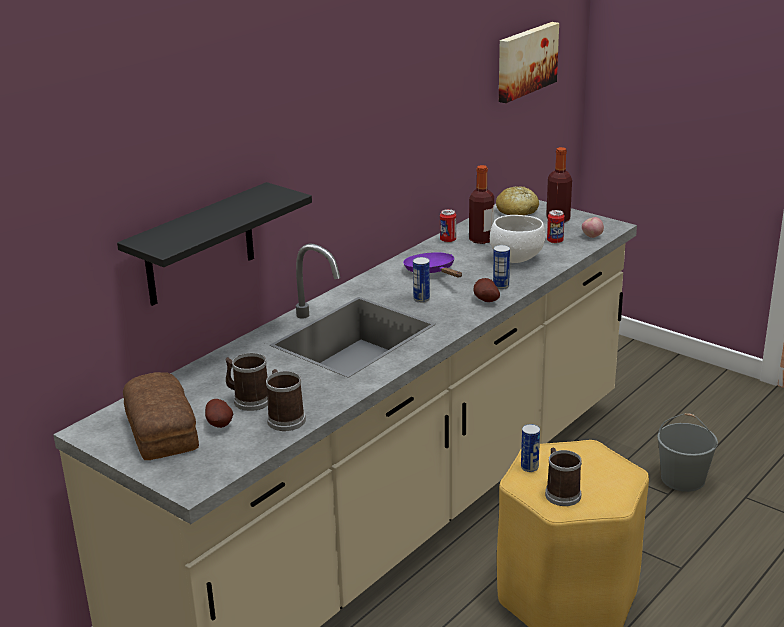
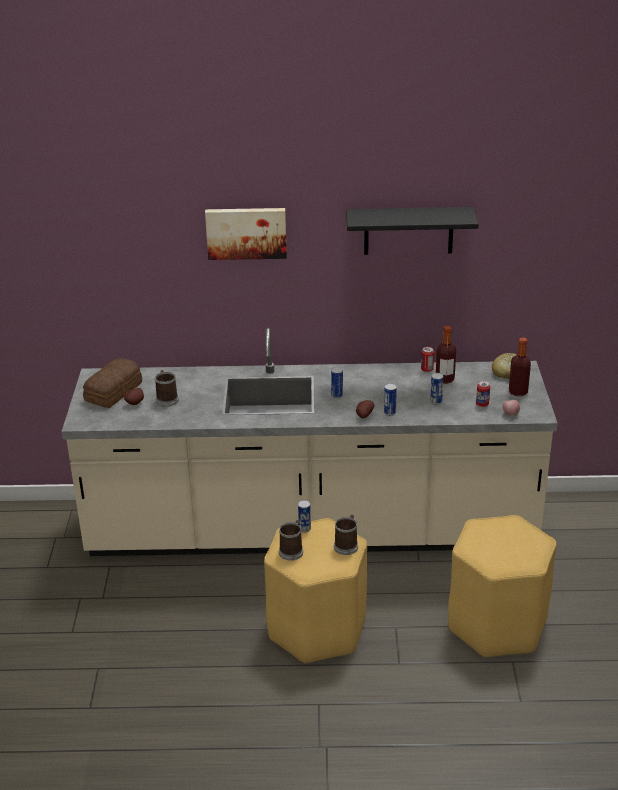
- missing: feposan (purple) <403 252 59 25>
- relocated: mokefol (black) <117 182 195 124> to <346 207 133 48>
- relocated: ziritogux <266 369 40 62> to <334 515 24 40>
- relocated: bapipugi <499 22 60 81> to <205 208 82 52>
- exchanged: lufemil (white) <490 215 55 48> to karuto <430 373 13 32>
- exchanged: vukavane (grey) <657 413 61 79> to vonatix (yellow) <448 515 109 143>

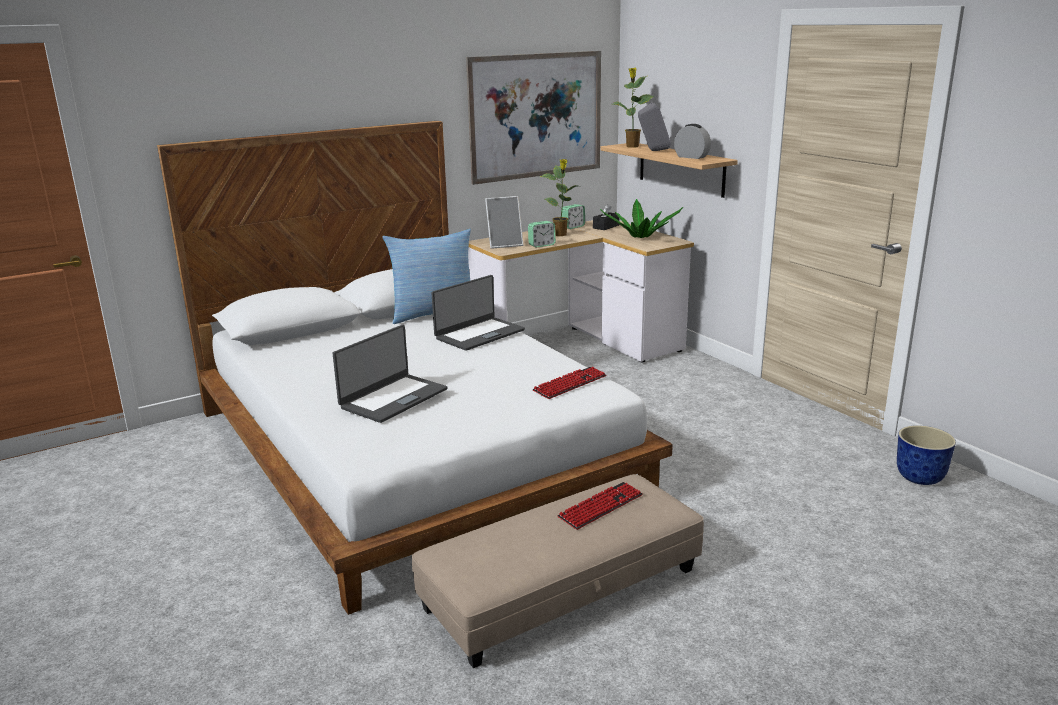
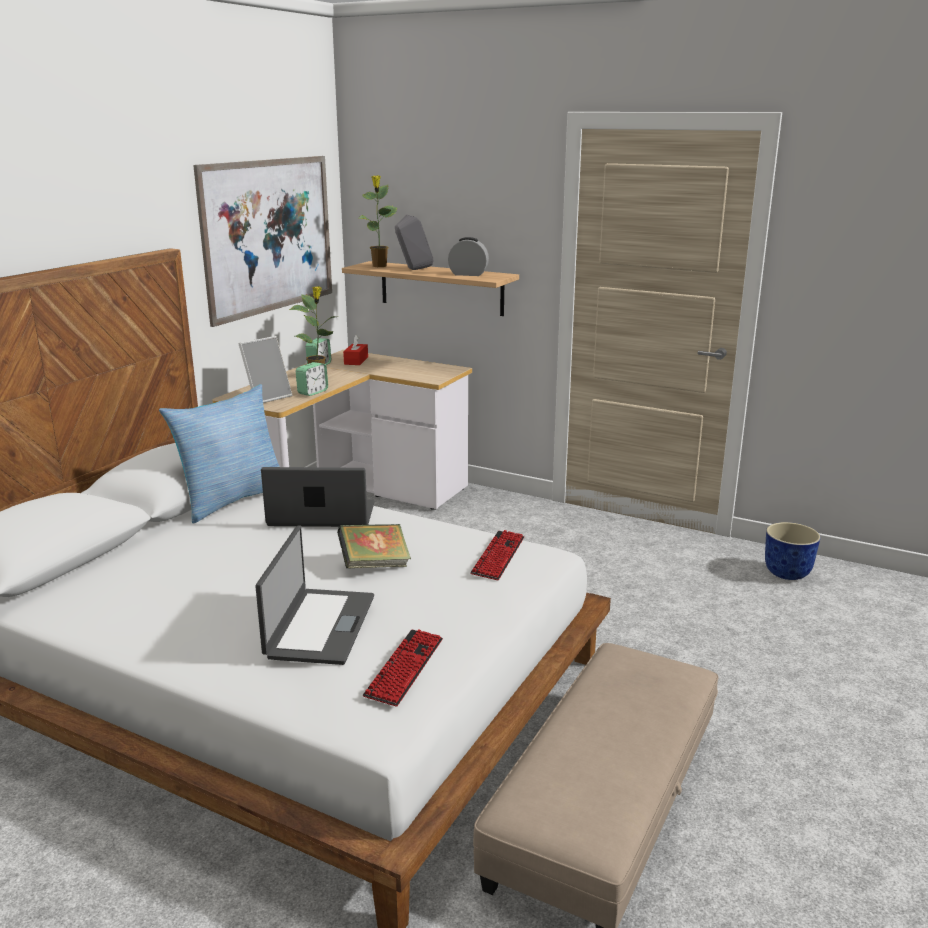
- missing: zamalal <600 199 83 39>
- appeared: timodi <337 524 74 44>
- relocated: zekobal <558 482 85 48> to <363 629 80 78>
- colour: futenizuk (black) <593 204 26 26> to futenizuk (red) <343 335 25 30>
- spun: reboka <431 275 94 76> = <261 467 113 60> 105 degrees counterclockwise

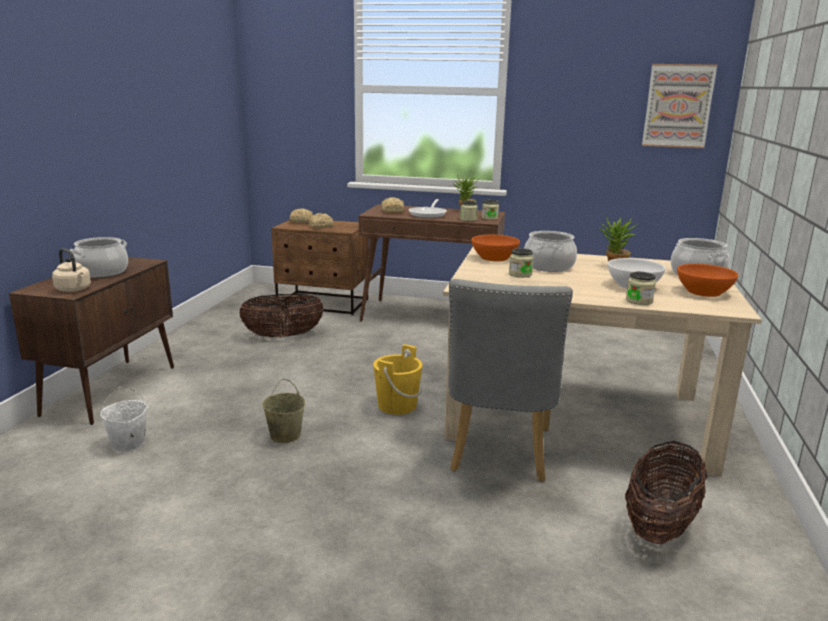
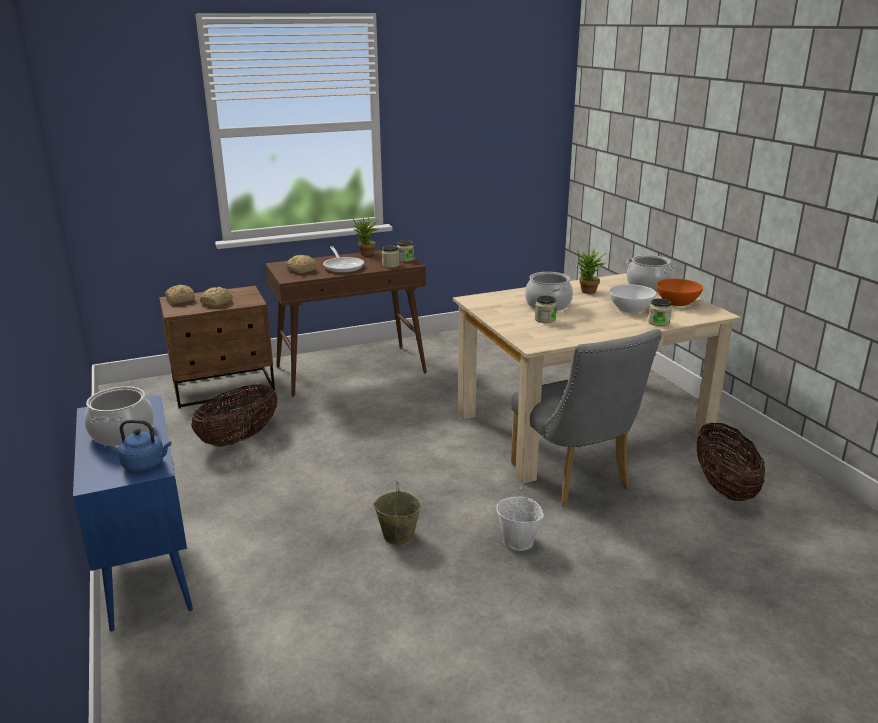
- missing: vukavane (yellow) <373 344 50 71>
- missing: lufemil (orange) <472 235 48 27>
- missing: bapipugi <642 64 75 84>
- relocated: vukavane (white) <100 386 48 66> to <497 486 47 65>
- colour: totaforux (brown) <9 257 165 168> to totaforux (blue) <73 395 120 237>
- colour: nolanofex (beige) <52 248 39 44> to nolanofex (blue) <118 420 53 51>

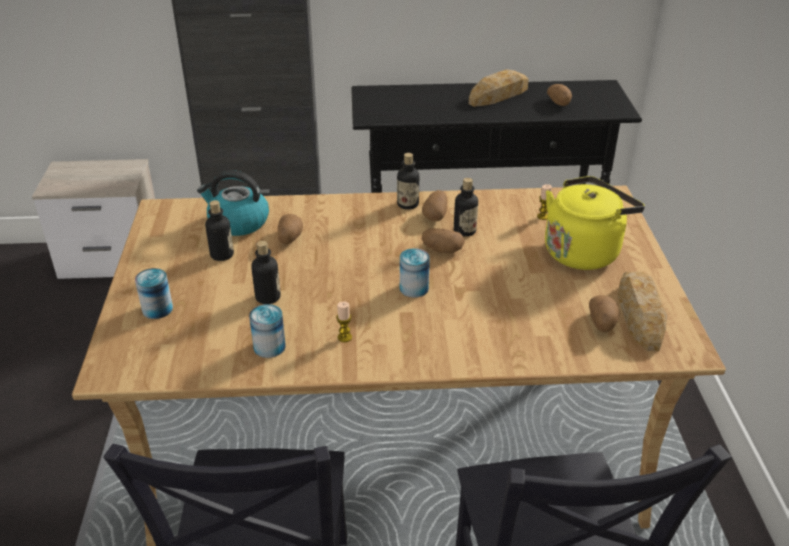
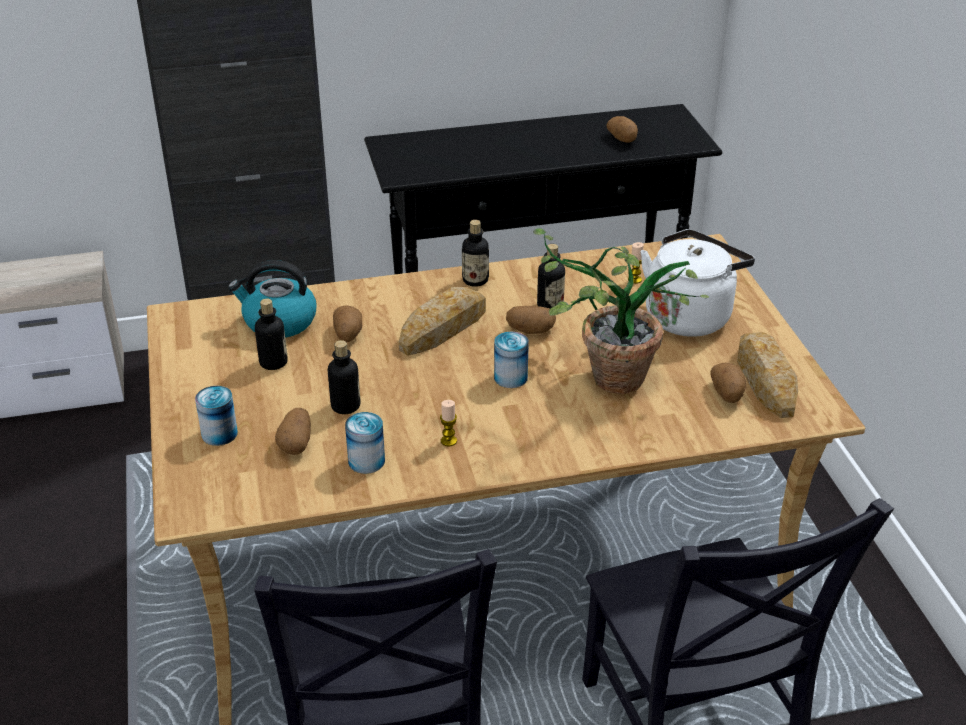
- appeared: zamalal <533 228 176 166>
- relocated: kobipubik <422 190 25 31> to <275 408 36 47>
- relocated: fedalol <469 69 60 38> to <399 287 87 69>
- colour: nolanofex (yellow) <545 176 100 94> to nolanofex (white) <640 229 115 108>

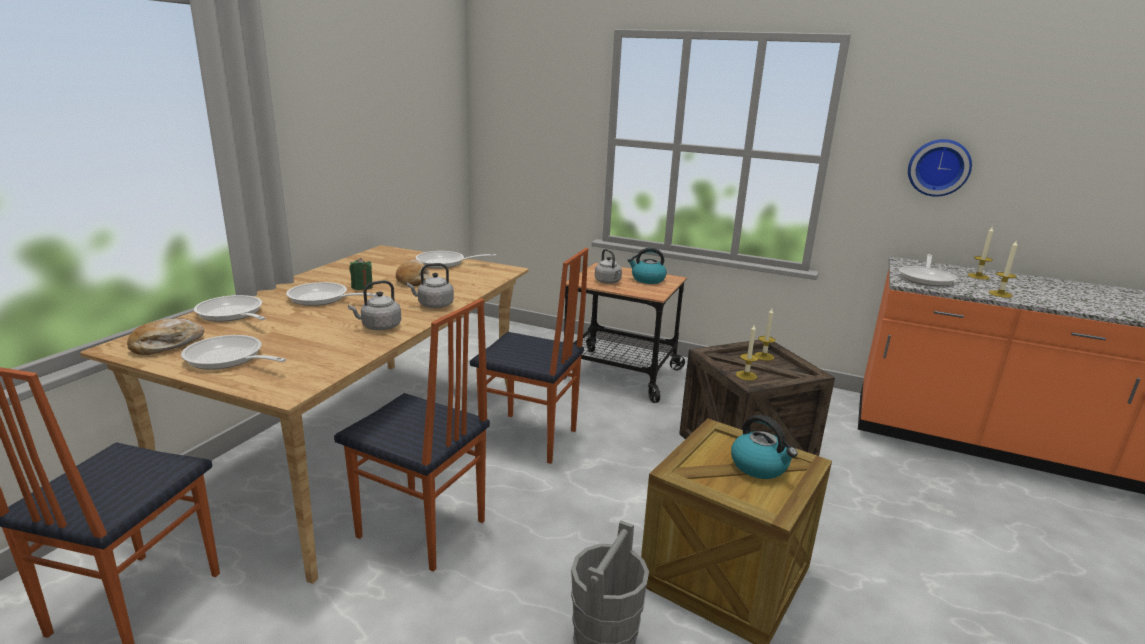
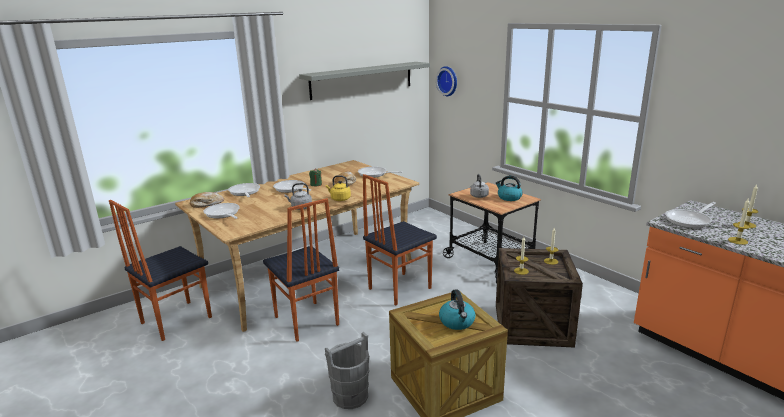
- appeared: mokefol (grey) <299 62 131 38>
- relocated: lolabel <908 139 64 58> to <436 66 21 30>
- colour: nolanofex (grey) <407 263 47 45> to nolanofex (yellow) <326 175 25 26>
- spun: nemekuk <470 248 118 216> = <363 174 74 131> 90 degrees clockwise

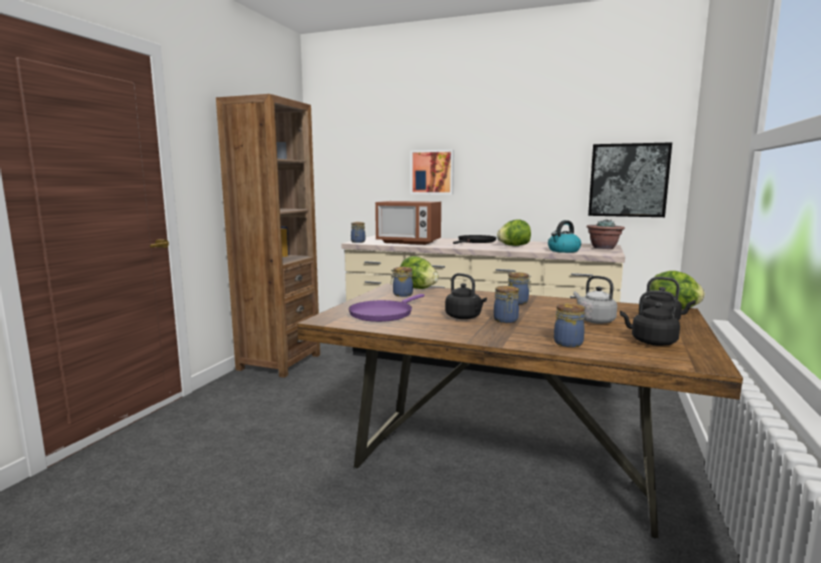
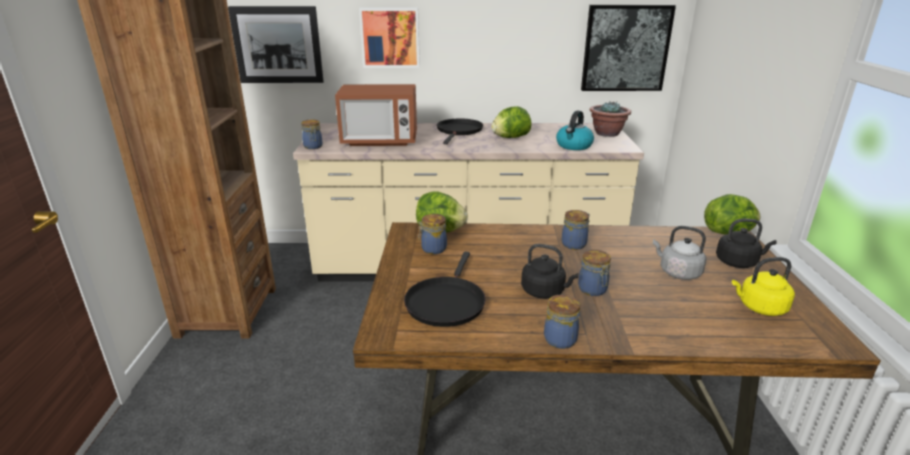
- appeared: bapipugi <228 6 96 77>
- relocated: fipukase <554 303 31 44> to <544 295 36 54>
- colour: feposan (purple) <348 294 76 28> to feposan (black) <404 251 82 76>
- colour: nolanofex (black) <620 290 60 56> to nolanofex (yellow) <732 257 63 59>

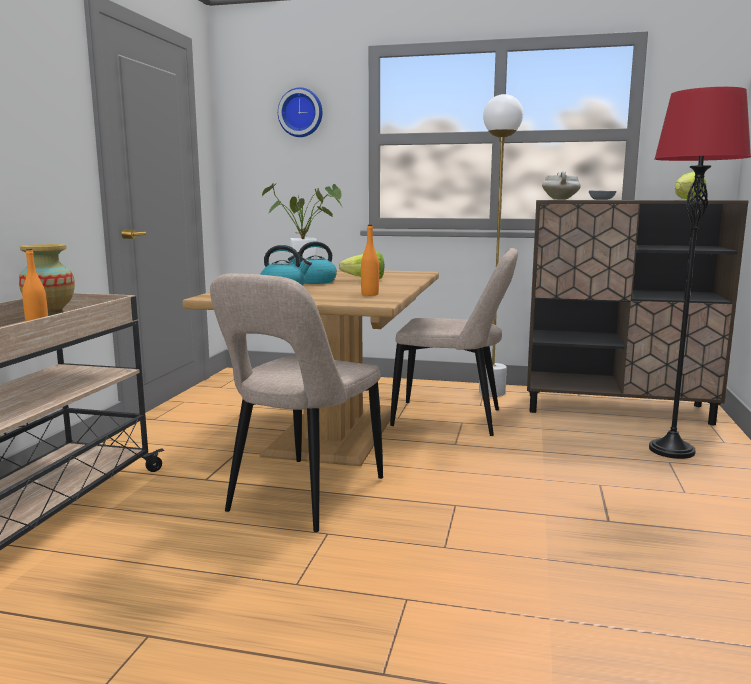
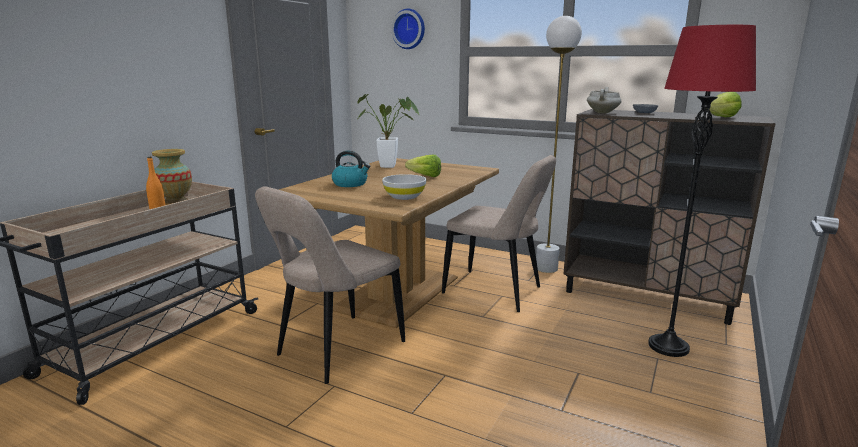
- missing: nolanofex <288 241 49 43>
- exchanged: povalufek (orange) <361 224 18 72> to lufemil (white) <382 174 44 26>

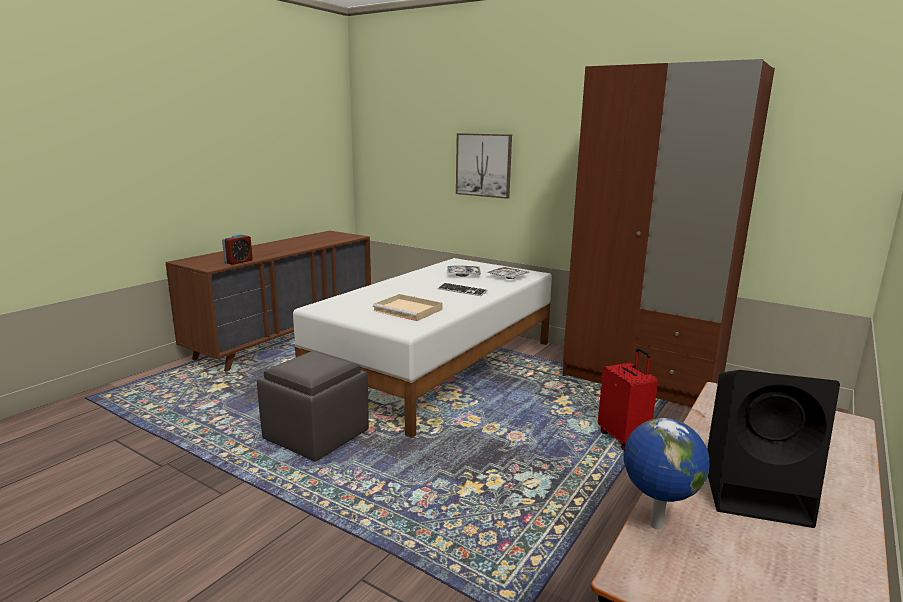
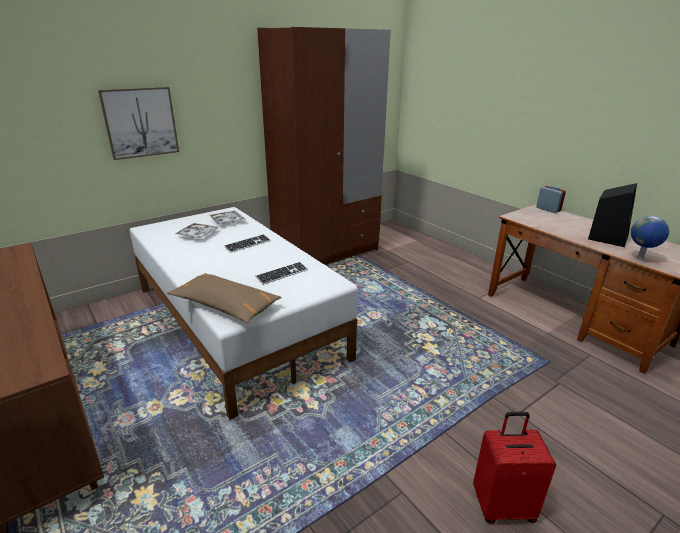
- missing: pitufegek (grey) <257 351 112 111>
- appeared: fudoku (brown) <167 273 115 50>
- relocated: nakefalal <222 234 31 31> to <536 186 30 27>
- relocated: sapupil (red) <598 348 60 102> to <473 412 83 112>
- exchanged: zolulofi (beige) <373 294 70 27> to zekobal <255 262 53 23>

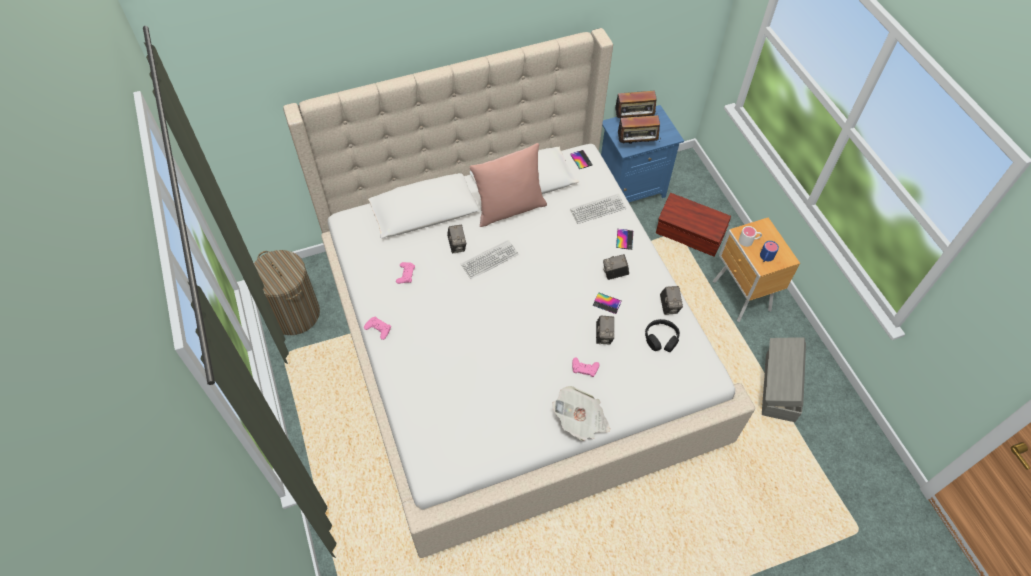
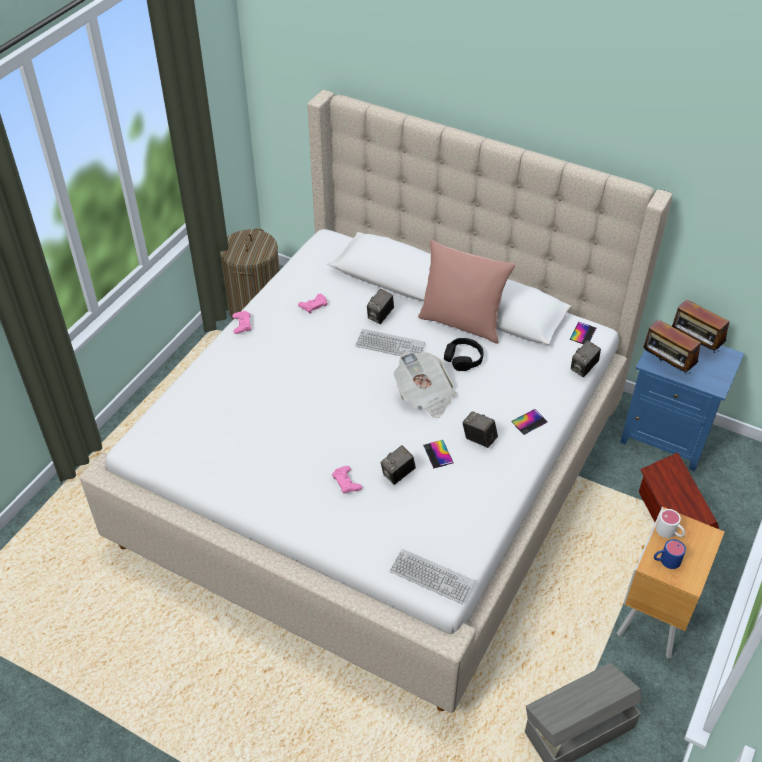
- relocated: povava <552 386 59 55> to <394 351 62 67>
- relocated: zekobal <570 194 56 30> to <389 549 85 55>
- relocated: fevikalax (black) <645 319 35 33> to <444 338 39 33>
- relocated: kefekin <660 286 23 29> to <571 340 30 37>

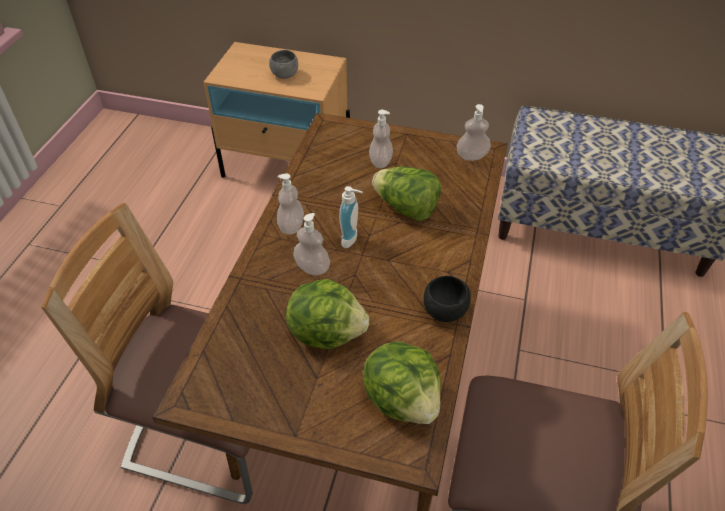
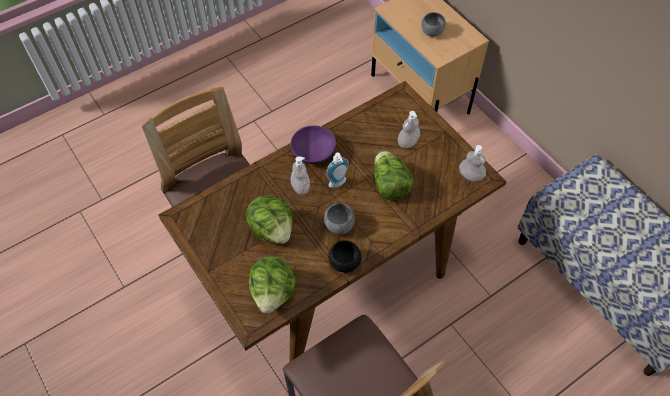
- appeared: lufemil (grey) <324 203 31 32>
- exchanged: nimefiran <277 173 27 62> to lufemil (purple) <291 125 45 39>

